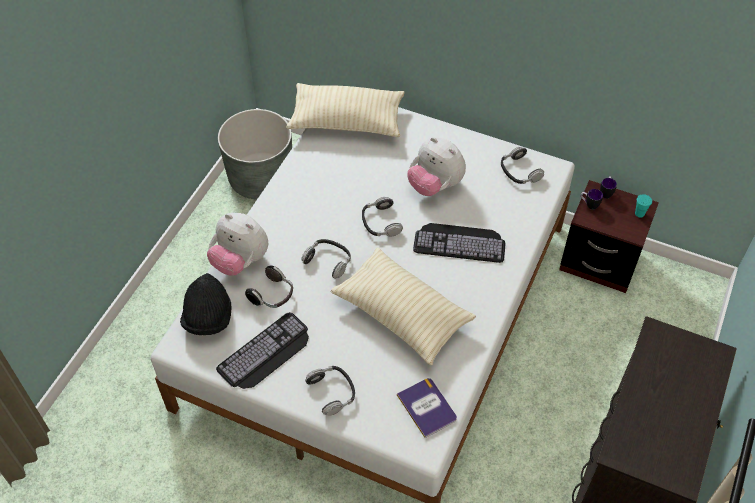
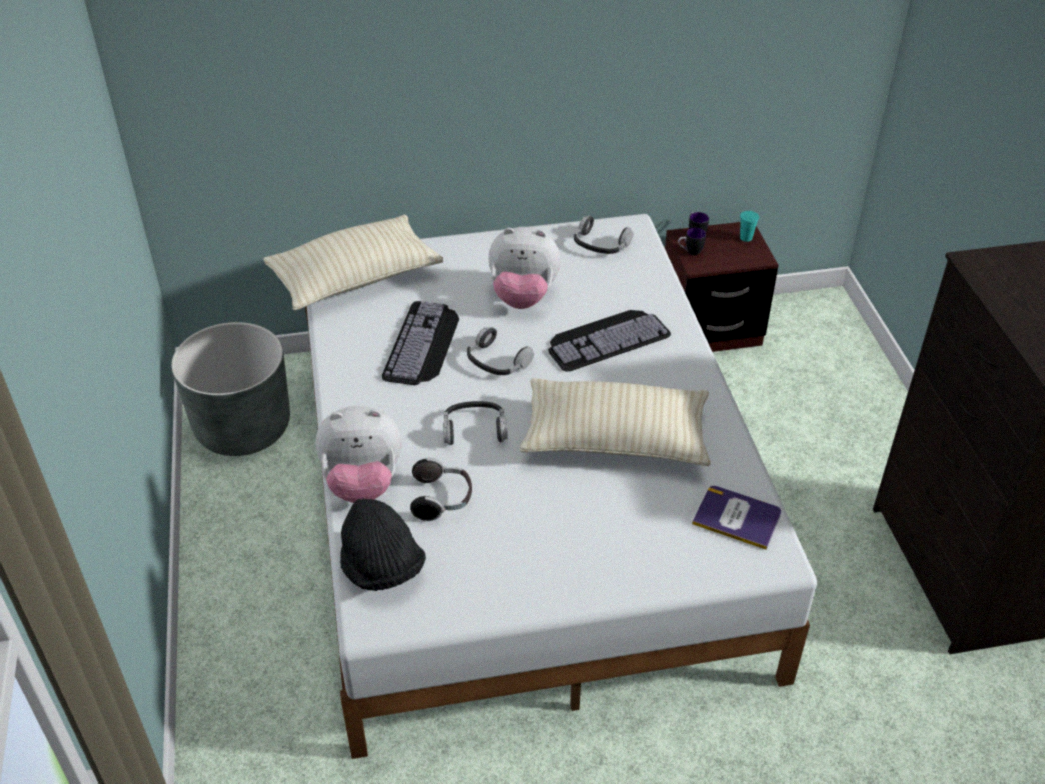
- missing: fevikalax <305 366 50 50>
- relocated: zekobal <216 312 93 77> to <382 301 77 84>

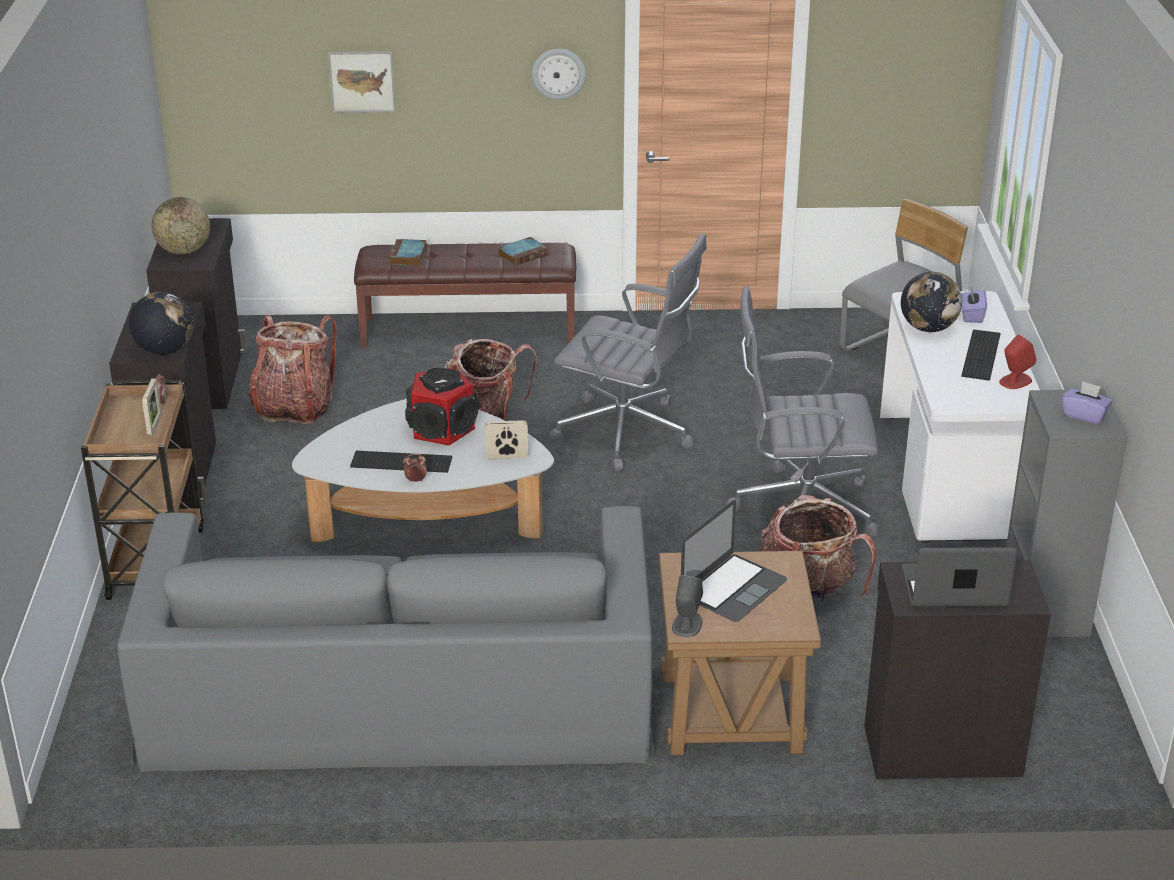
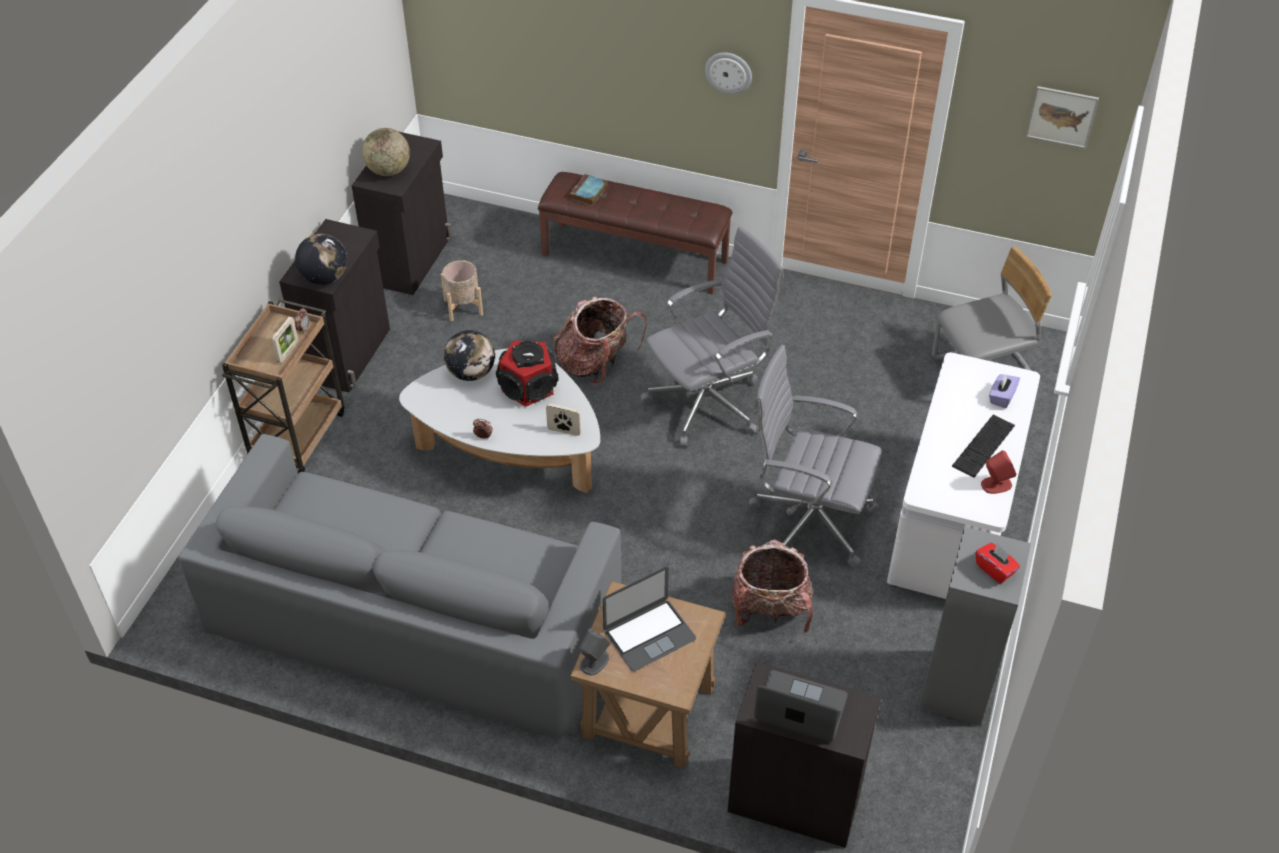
- missing: zekobal <350 450 102 23>
- missing: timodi <497 237 51 29>
- relocated: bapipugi <328 51 68 62> to <1026 86 73 63>
- relocated: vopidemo <901 272 61 60> to <444 330 51 51>
- exchanged: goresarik <248 315 89 109> to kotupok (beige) <441 260 42 62>
- colour: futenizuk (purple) <1062 381 50 43> to futenizuk (red) <976 543 44 41>
- spun: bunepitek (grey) <548 233 159 238> = <641 226 143 221> 75 degrees counterclockwise

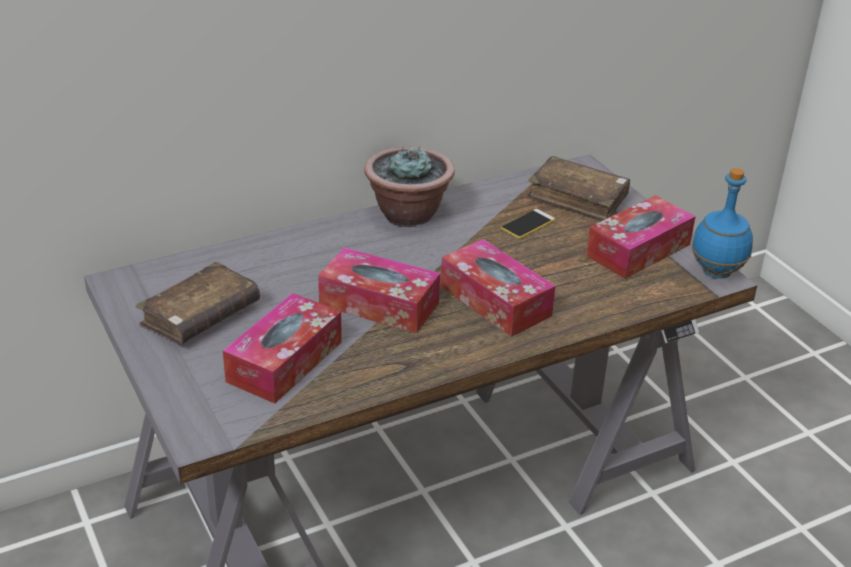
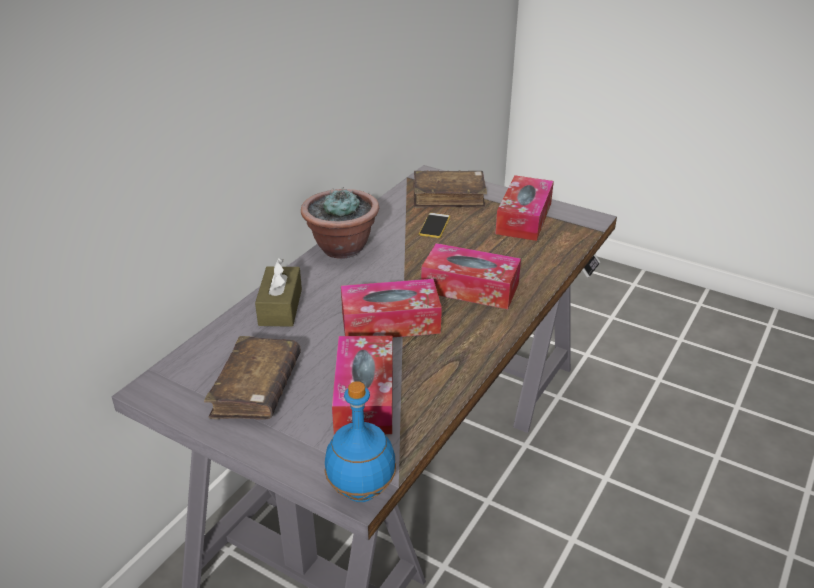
- appeared: futenizuk (brown) <255 258 47 69>
- relocated: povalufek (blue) <691 168 62 111> to <325 381 71 121>

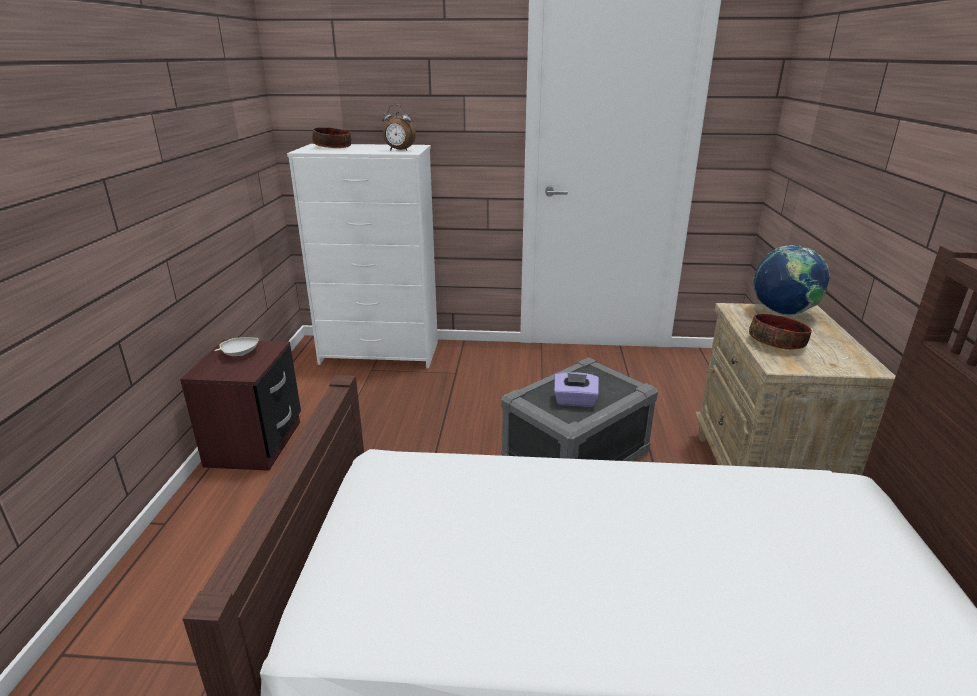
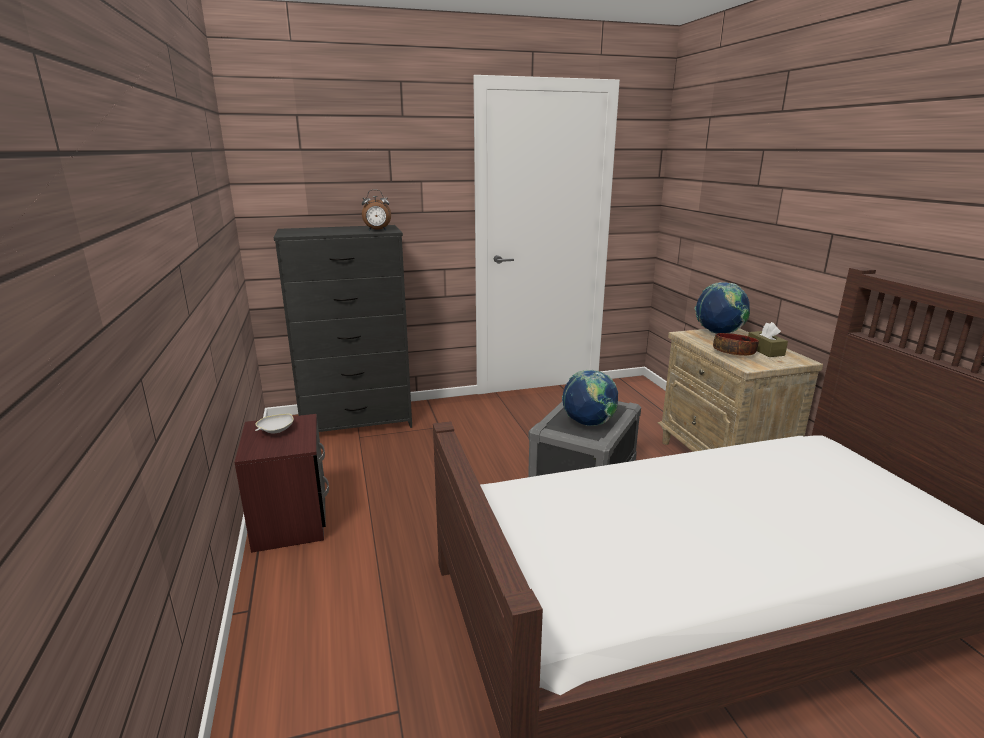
- missing: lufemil <312 127 39 21>
- appeared: futenizuk (brown) <748 322 40 35>
- exchanged: futenizuk (purple) <554 372 45 35> to vopidemo <562 370 56 56>
- colour: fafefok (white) <287 144 151 224> to fafefok (black) <274 225 138 207>

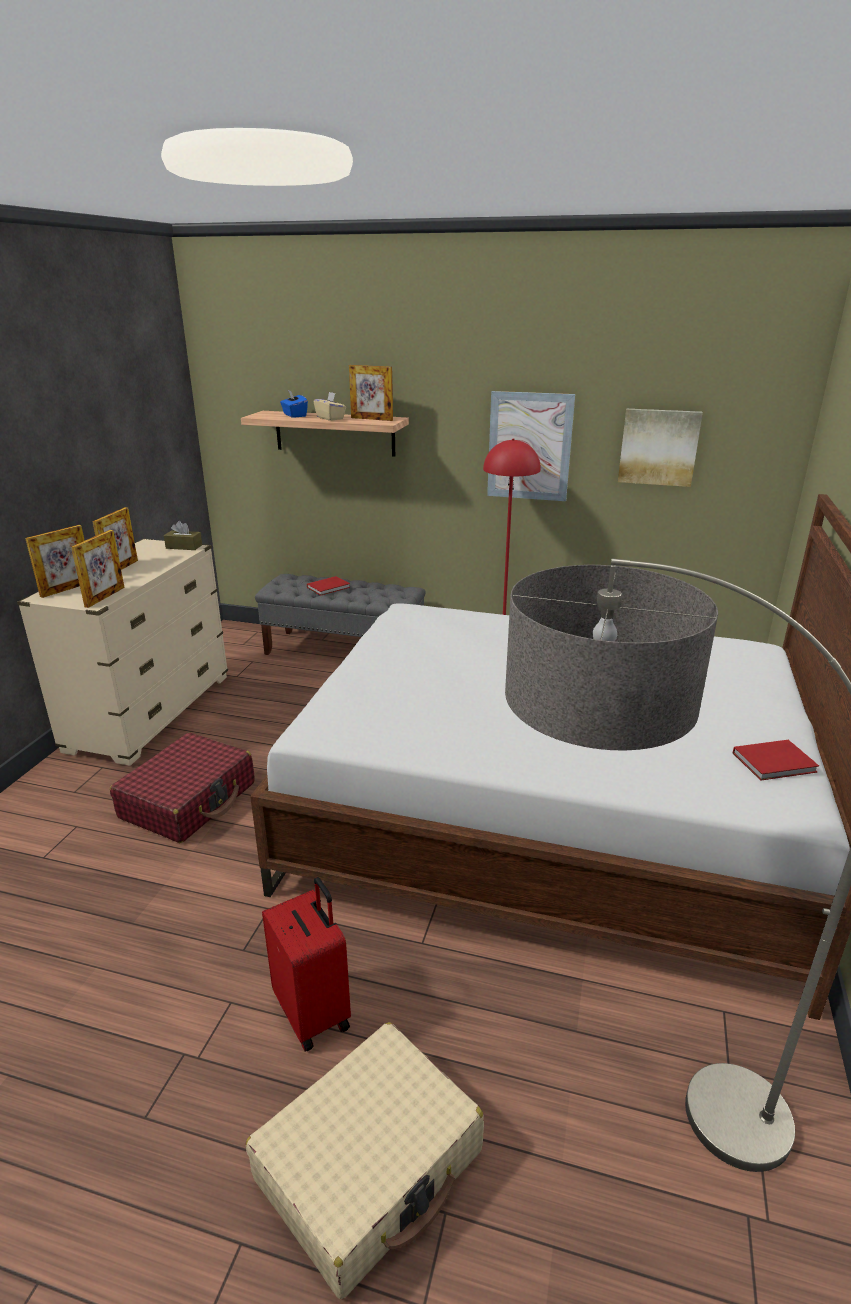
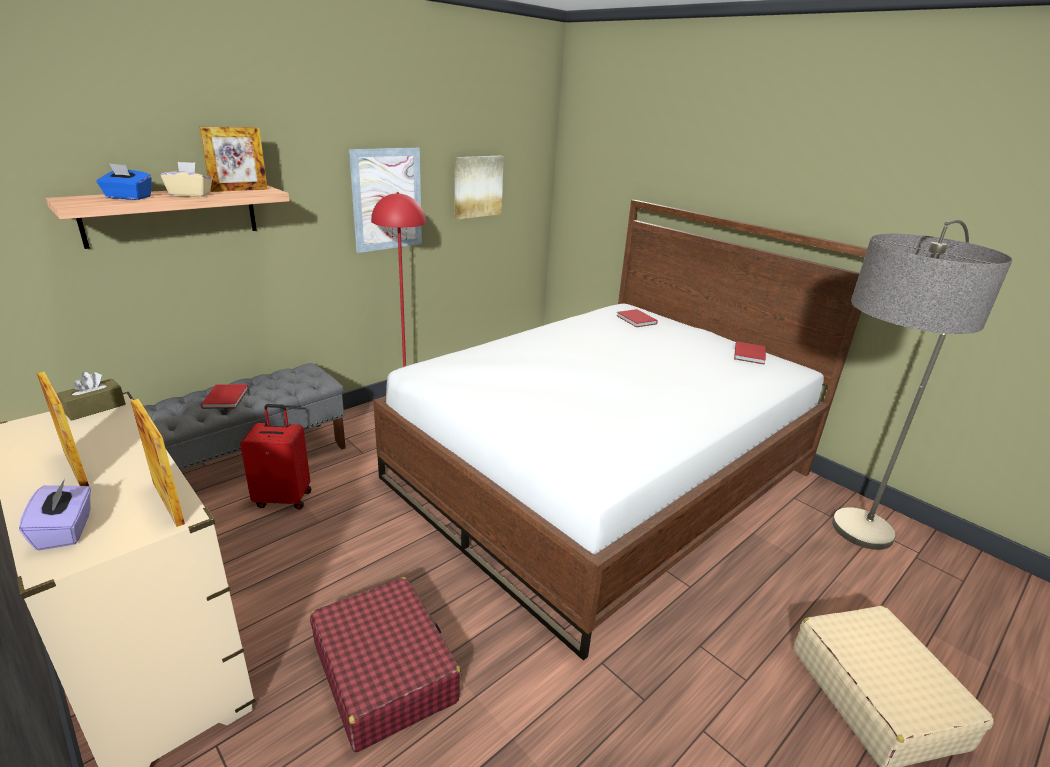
- appeared: timodi (red) <617 309 41 18>
- relocated: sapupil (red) <262 877 89 174> to <240 404 72 105>
- exchanged: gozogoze <25 525 60 73> to futenizuk (purple) <19 479 72 72>

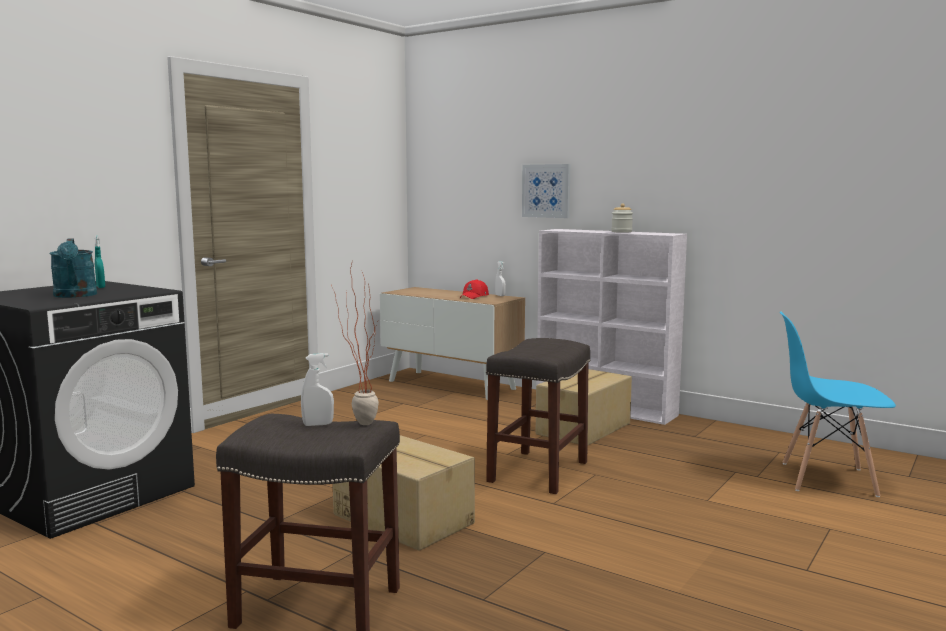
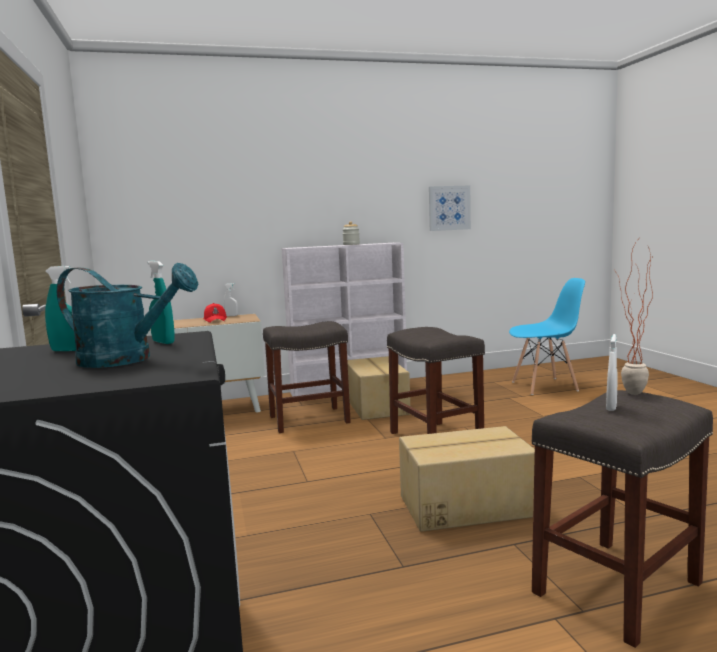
- appeared: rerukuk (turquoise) <148 261 27 83>
- appeared: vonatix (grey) <263 321 88 112>
- relocated: bapipugi <522 164 49 54> to <429 186 42 45>
- spun: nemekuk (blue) <780 311 116 186> = <509 278 76 117> 150 degrees counterclockwise

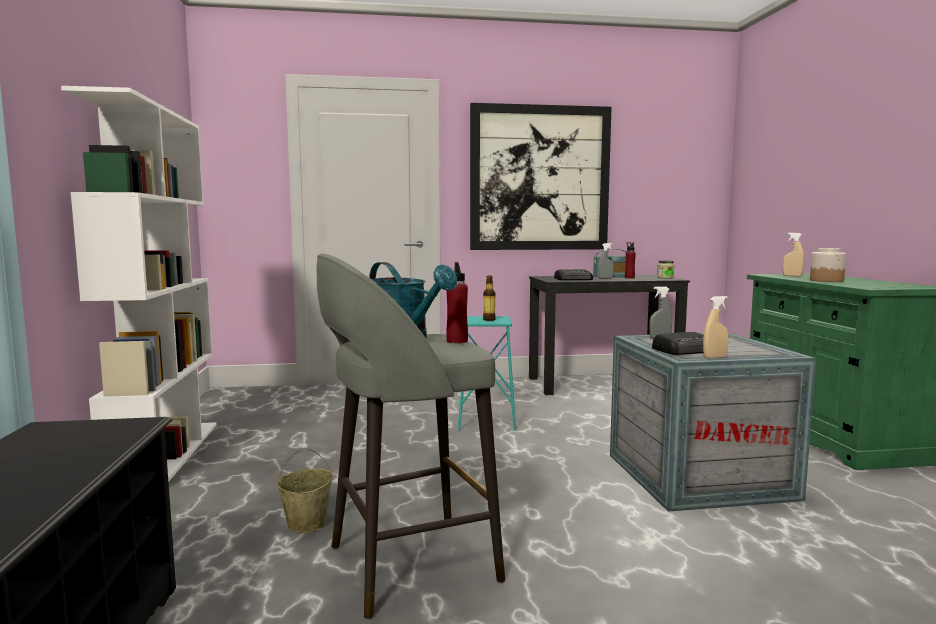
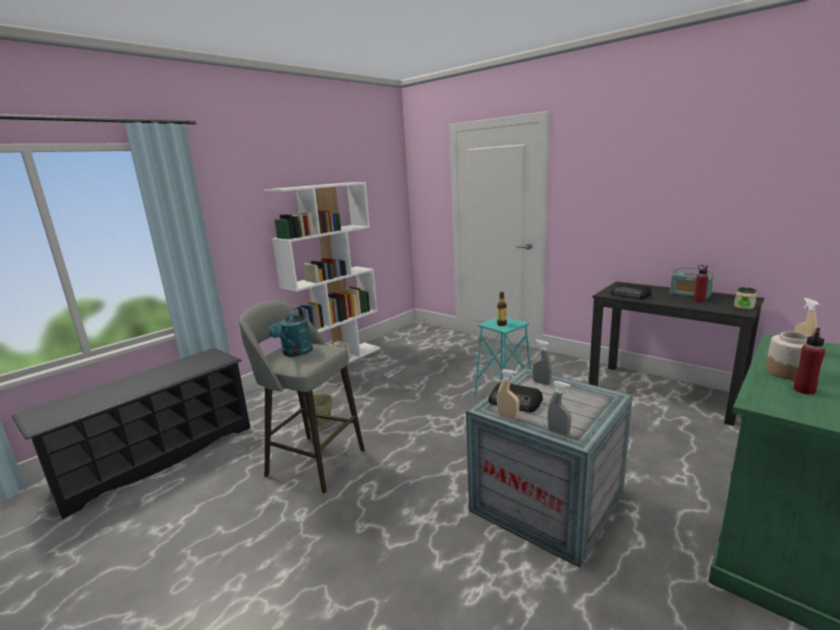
- missing: bapipugi <470 103 142 147>
- relocated: povalufek (red) <446 262 22 82> to <793 328 32 67>
- relocated: rerukuk (grey) <598 243 16 36> to <547 381 24 54>

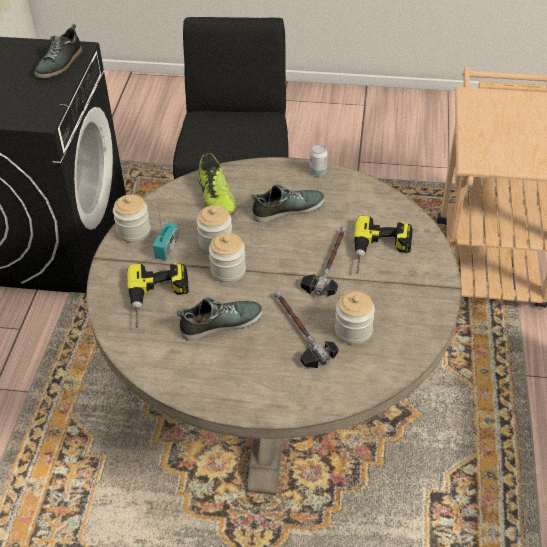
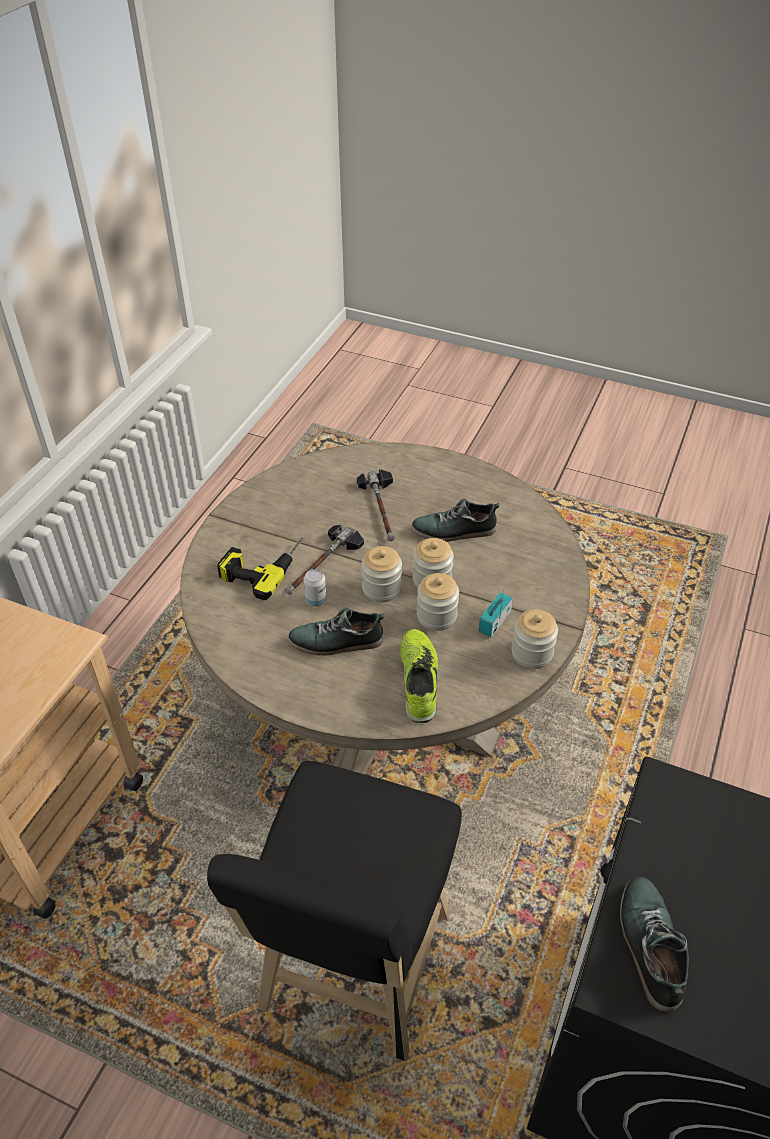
- missing: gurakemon <127 263 62 65>
- relocated: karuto <310 145 17 31> to <303 569 24 38>
- relocated: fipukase <335 291 40 54> to <361 546 41 56>
- spun: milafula <35 24 47 55> = <620 877 69 135> 45 degrees counterclockwise

